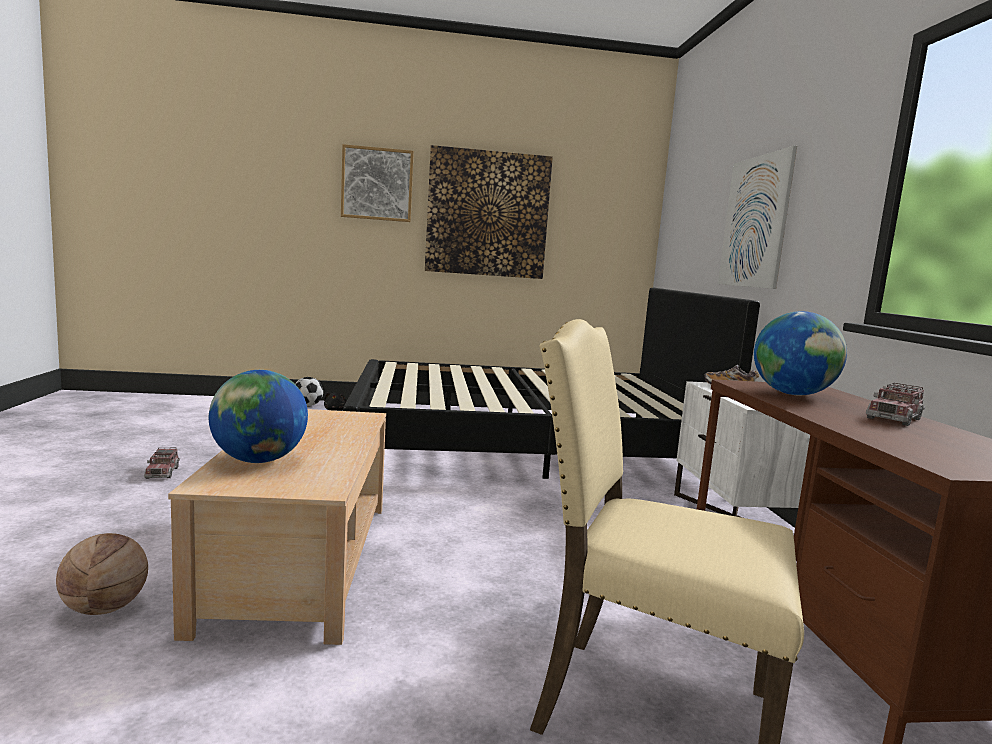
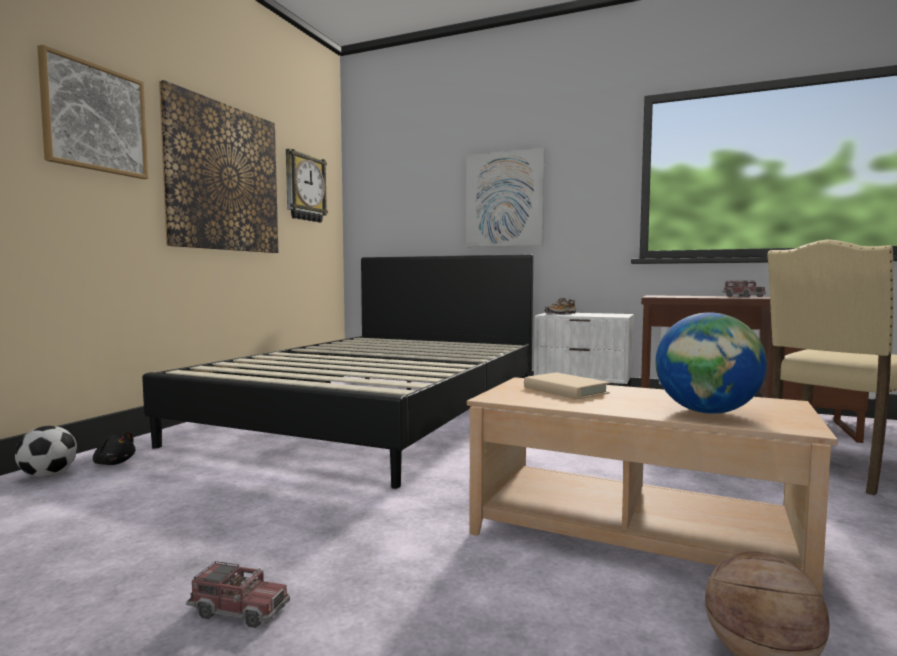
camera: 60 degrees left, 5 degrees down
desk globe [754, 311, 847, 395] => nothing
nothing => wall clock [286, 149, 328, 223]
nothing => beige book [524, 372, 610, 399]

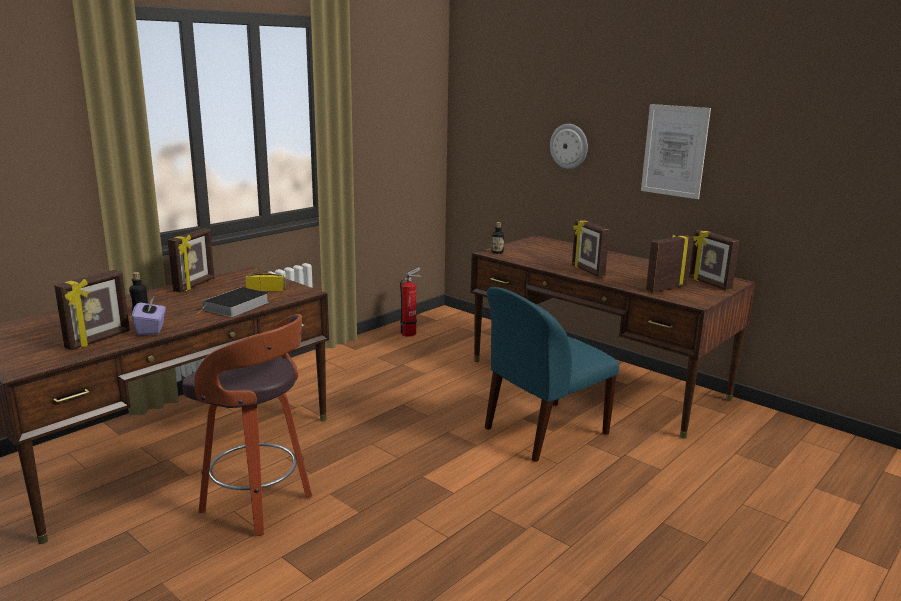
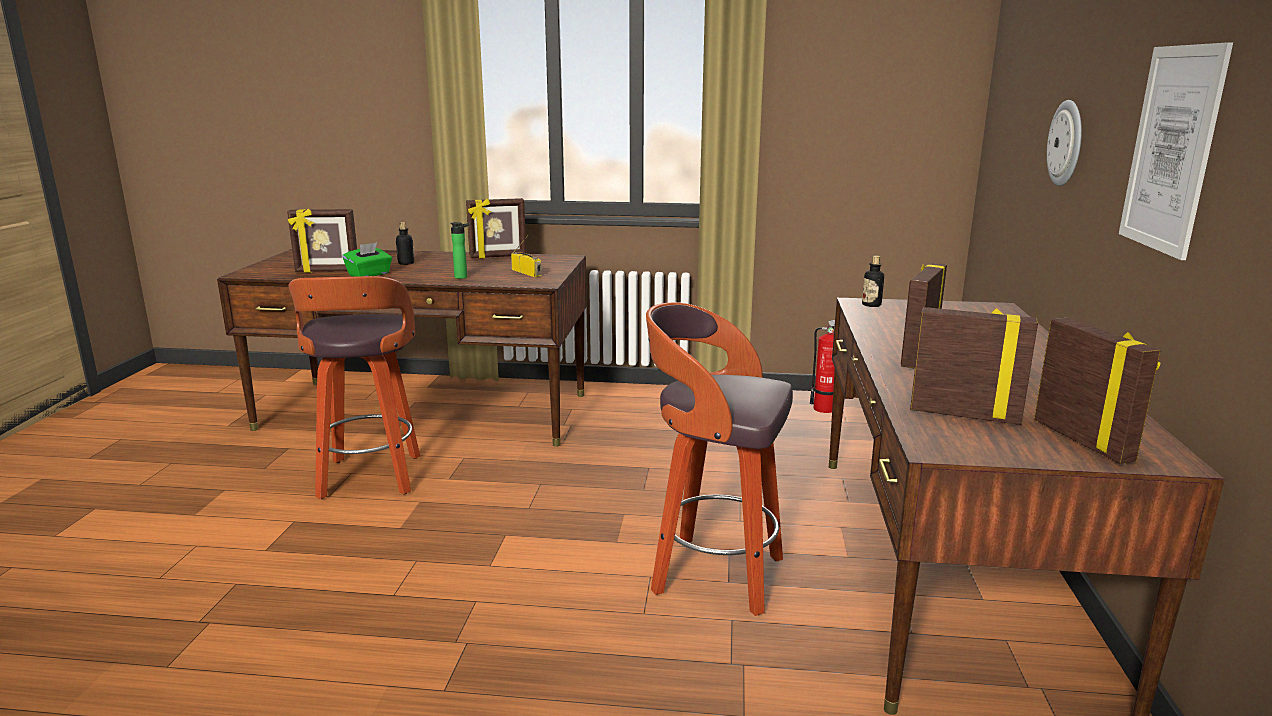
camera: 55 degrees right, 0 degrees up
standing frame [689, 230, 739, 290] => standing frame [1034, 318, 1160, 464], 135 degrees clockwise
book [198, 287, 269, 317] => bottle [450, 222, 469, 279]
blue upright chair [485, 287, 619, 462] => stool seat [646, 302, 793, 616]
purple-coloured box of tissues [132, 297, 166, 336] => green box of tissues [342, 242, 392, 277]

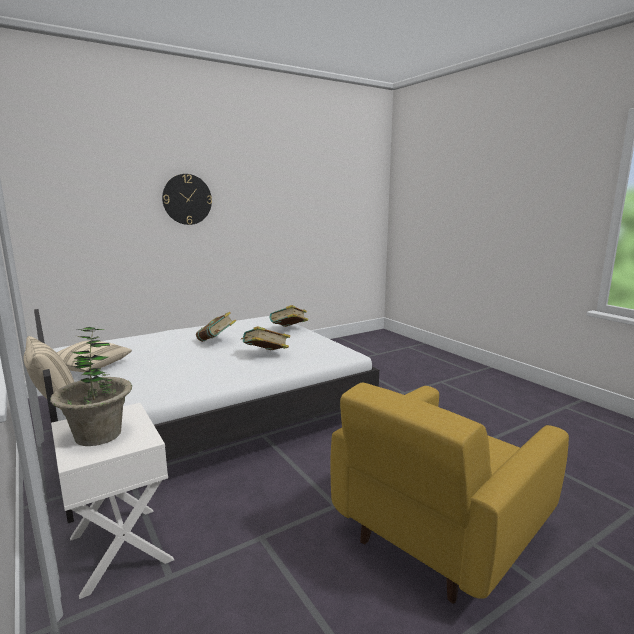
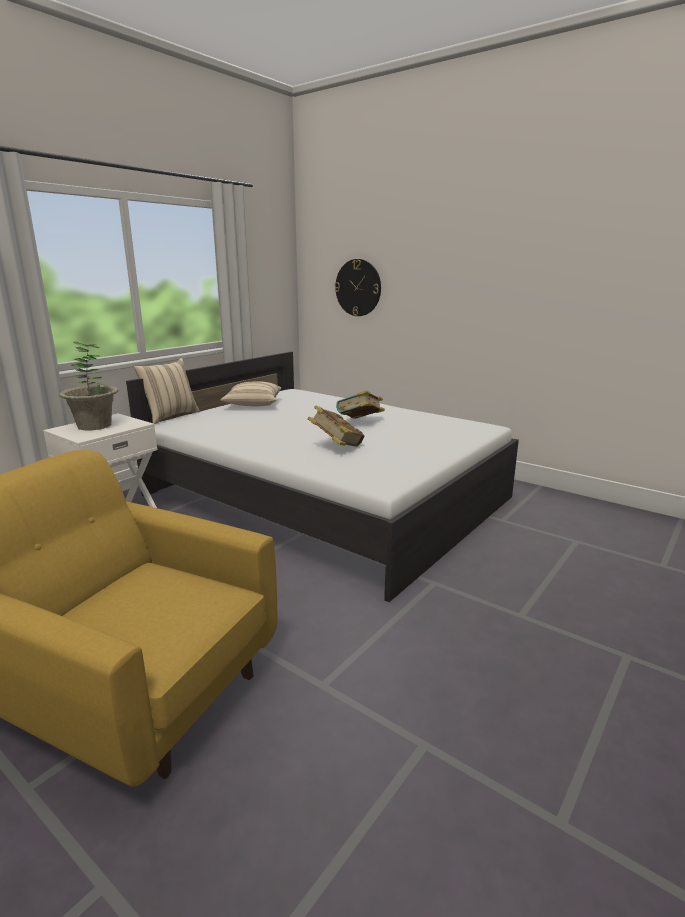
camera: 70 degrees right, 5 degrees up
wall clock [162, 174, 212, 225] => wall clock [335, 259, 381, 316], move
book [270, 305, 308, 327] => nothing

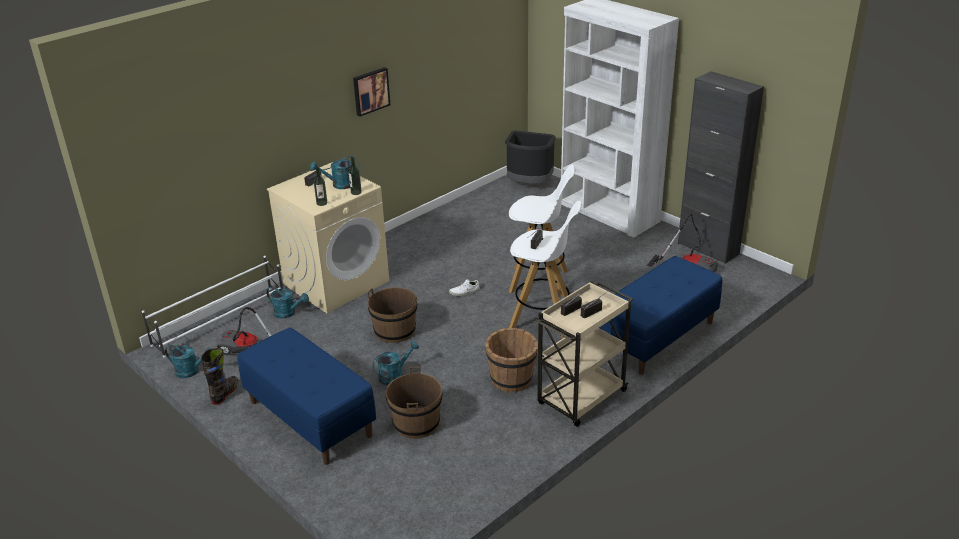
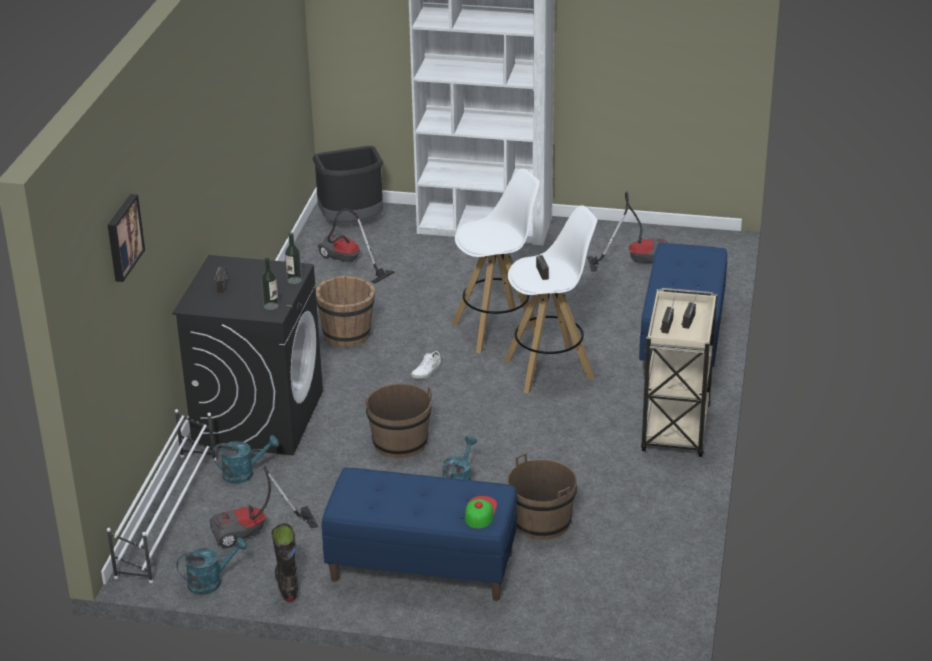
camera: 35 degrees left, 0 degrees up
wall art [353, 67, 390, 116] => wall art [108, 194, 145, 282], move
blackish storage cabinet [678, 71, 764, 264] => nothing
turquoise-coloured watering can [310, 156, 358, 189] => nothing
beige washing machine [267, 162, 389, 313] => blackish washing machine [172, 255, 323, 455]
brown-coloured pail [485, 328, 538, 393] => brown-coloured pail [316, 276, 375, 347], move
nothing => vacuum [317, 208, 395, 284]
nothing => baseball cap [465, 496, 497, 529]

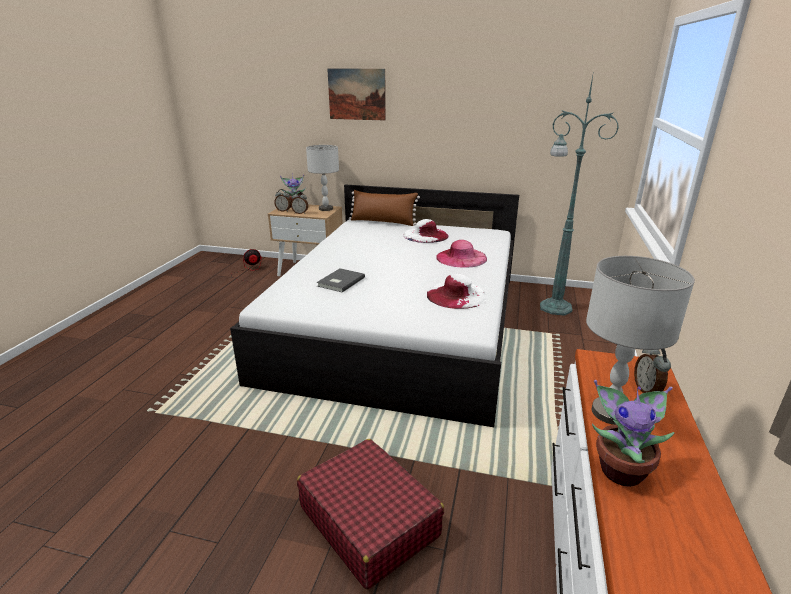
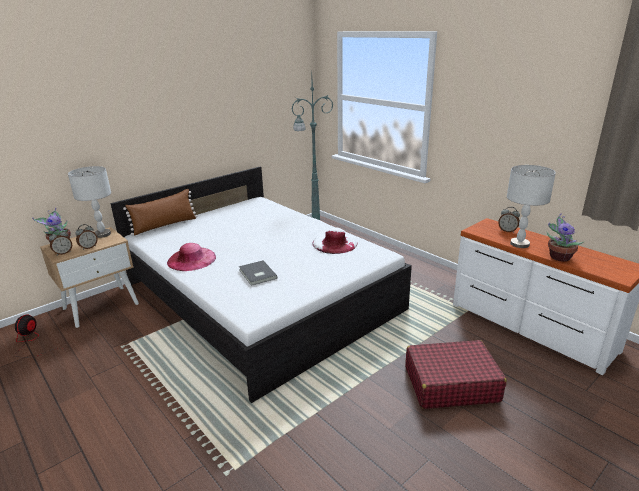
camera: 55 degrees left, 0 degrees up
wall art [327, 68, 386, 120] => nothing
white clothing hat [404, 219, 449, 243] => nothing
pink clothing hat [436, 240, 487, 268] => pink clothing hat [167, 243, 216, 271], move

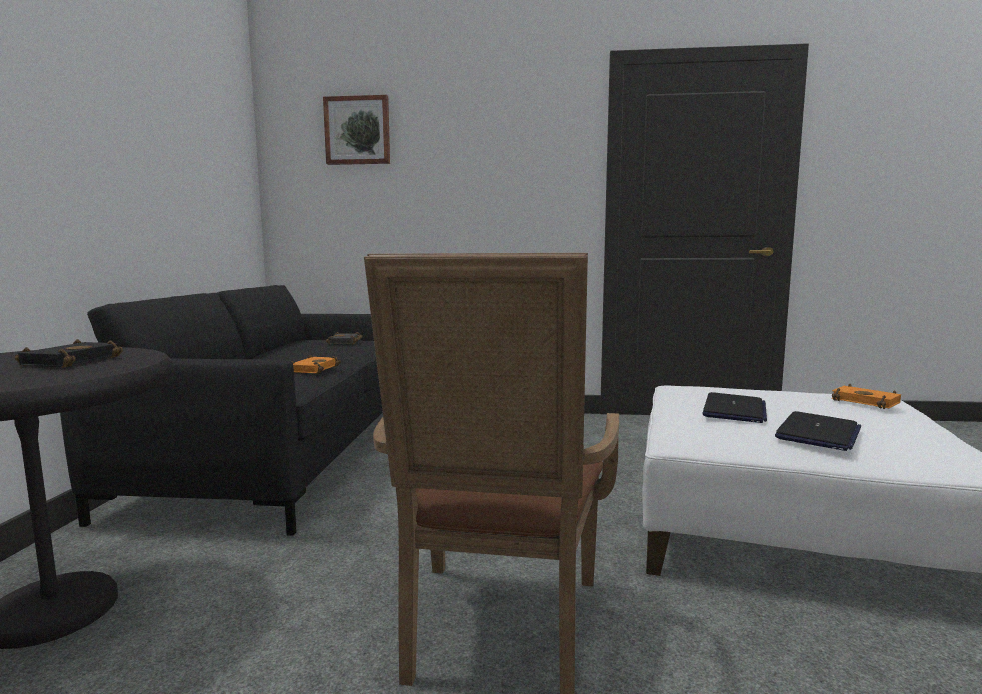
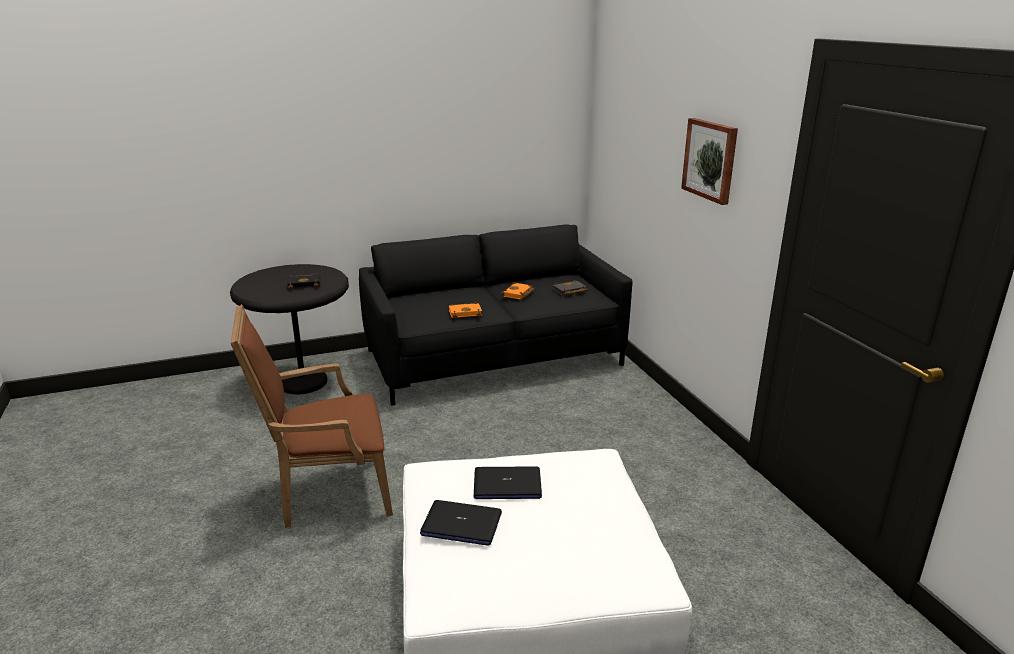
camera: 65 degrees right, 15 degrees up
wall art [323, 95, 390, 165] => wall art [681, 118, 738, 205], move
orange-coloured book [831, 384, 901, 409] => orange-coloured book [501, 282, 535, 300], move

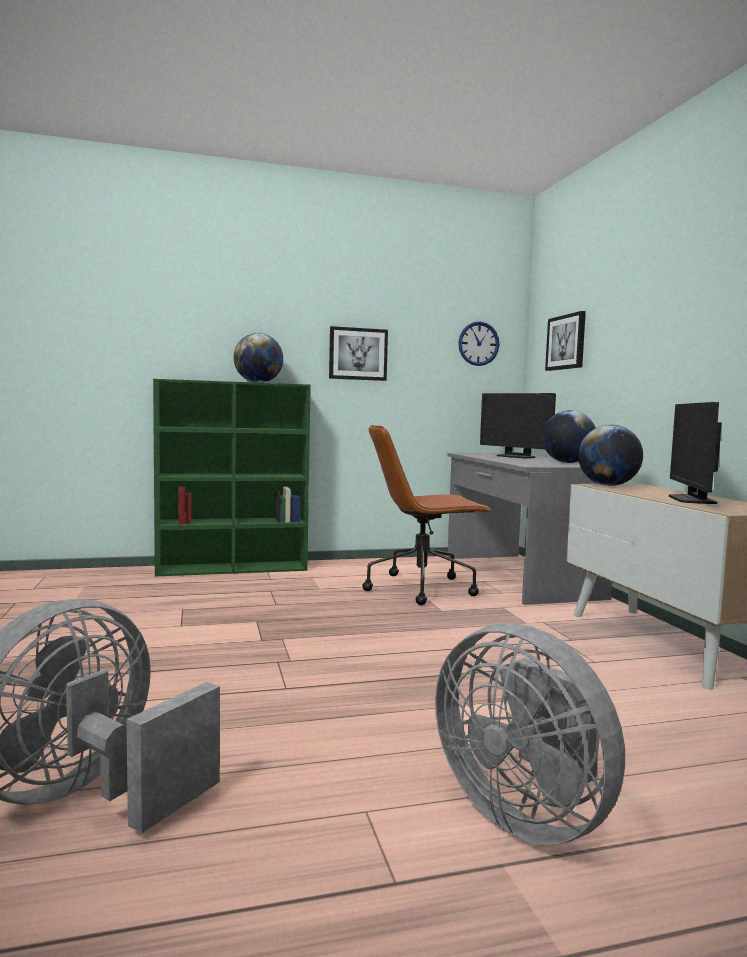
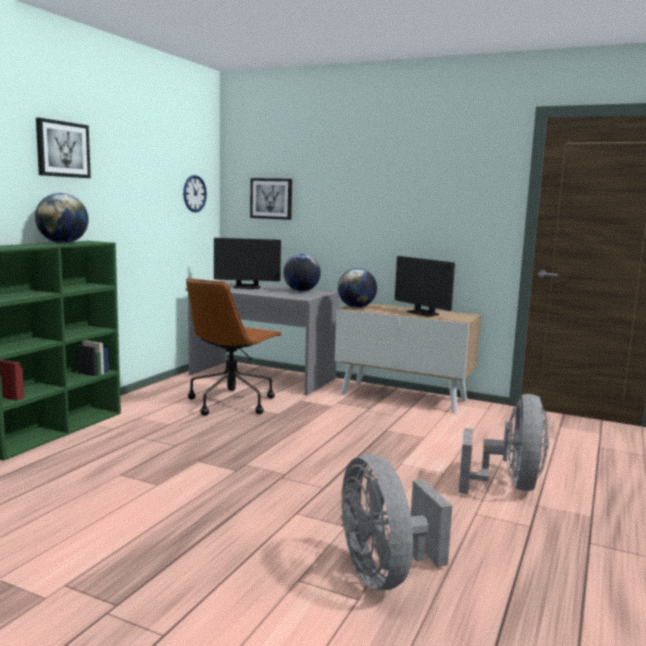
camera: 50 degrees left, 5 degrees up
wall art [329, 326, 388, 381] => wall art [36, 118, 91, 178], move
gray electric fan [435, 623, 625, 845] => gray electric fan [459, 394, 549, 494], 75 degrees counterclockwise

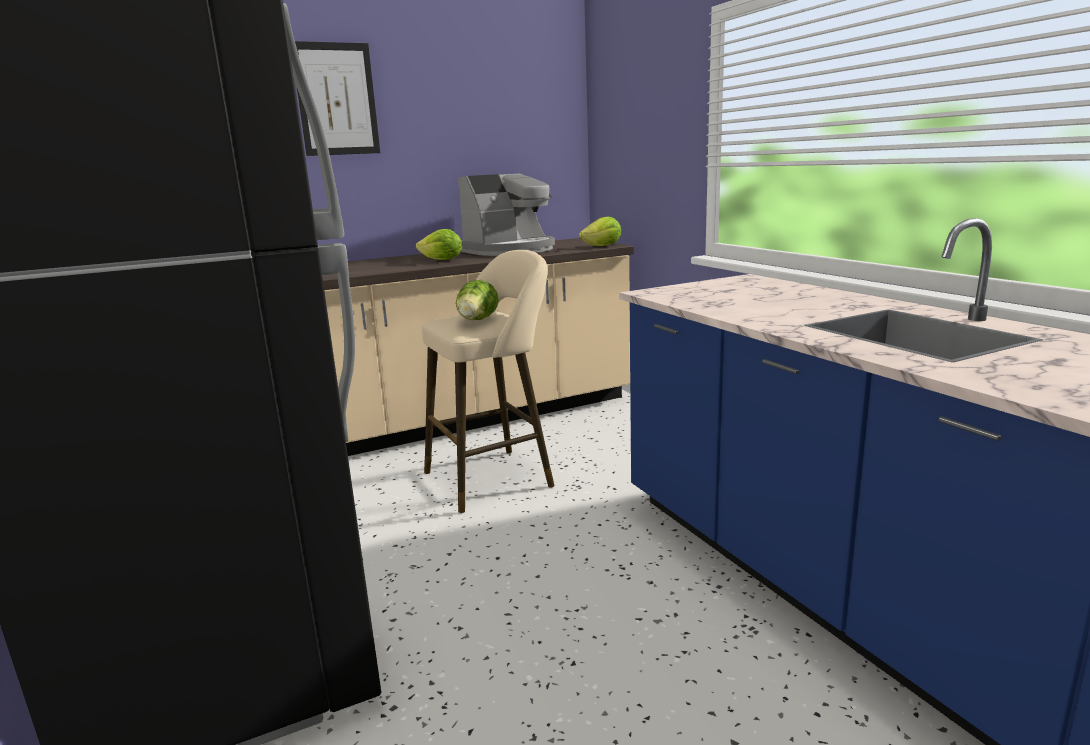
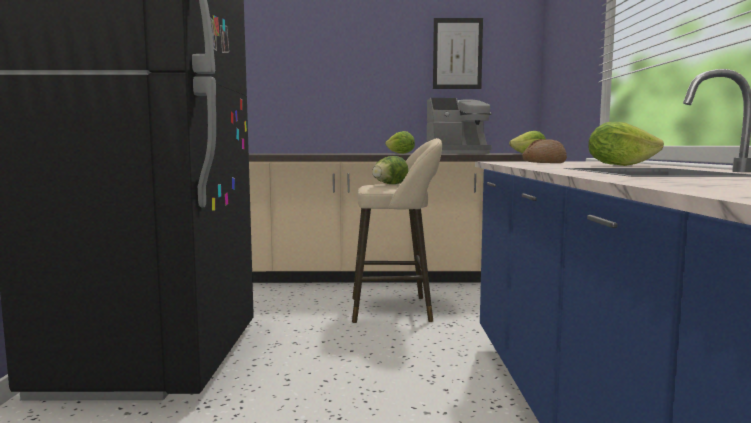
camera: 25 degrees right, 10 degrees down
wall art [295, 41, 380, 156] => wall art [433, 18, 483, 89], move
nothing => head of lettuce [588, 121, 664, 166]
nothing => baked bread [522, 139, 567, 163]

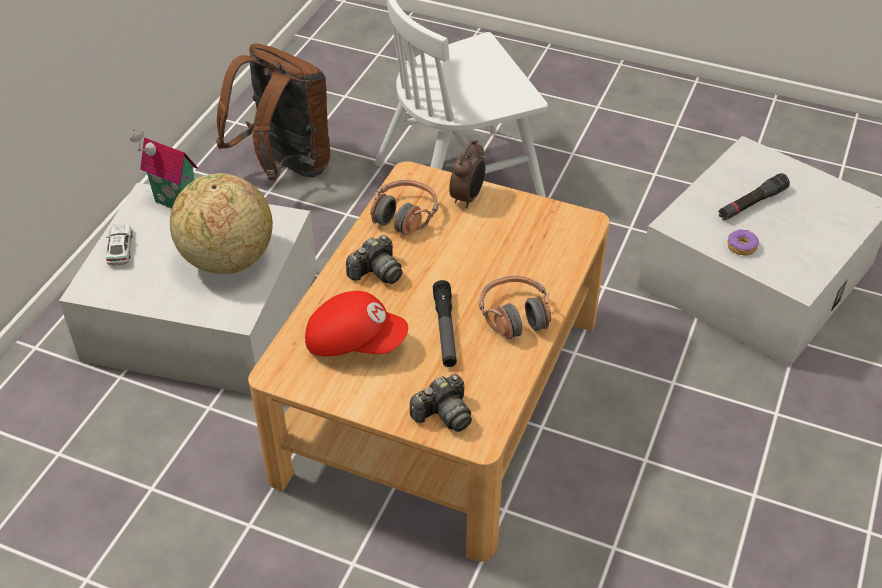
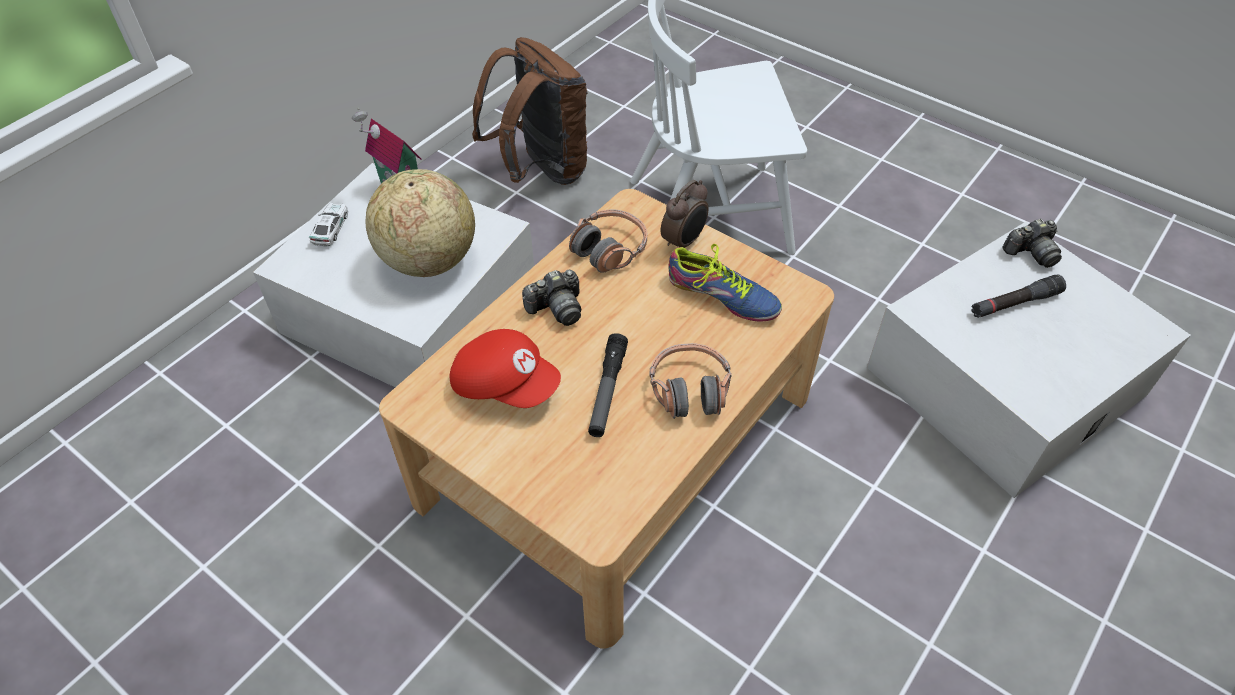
camera: 15 degrees right, 5 degrees up
ring doughnut [727, 229, 759, 256] => nothing
photo camera [410, 374, 472, 432] => photo camera [1002, 219, 1062, 268], move
nothing => shoe [669, 244, 782, 321]

